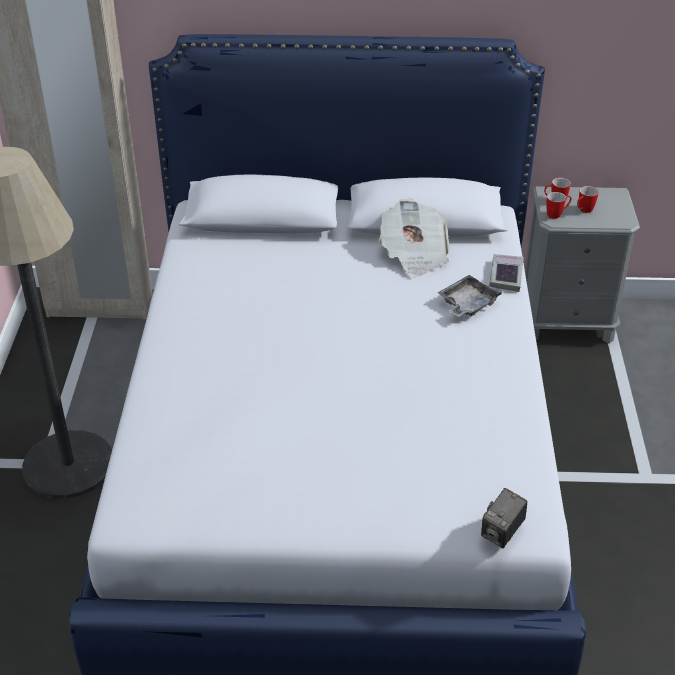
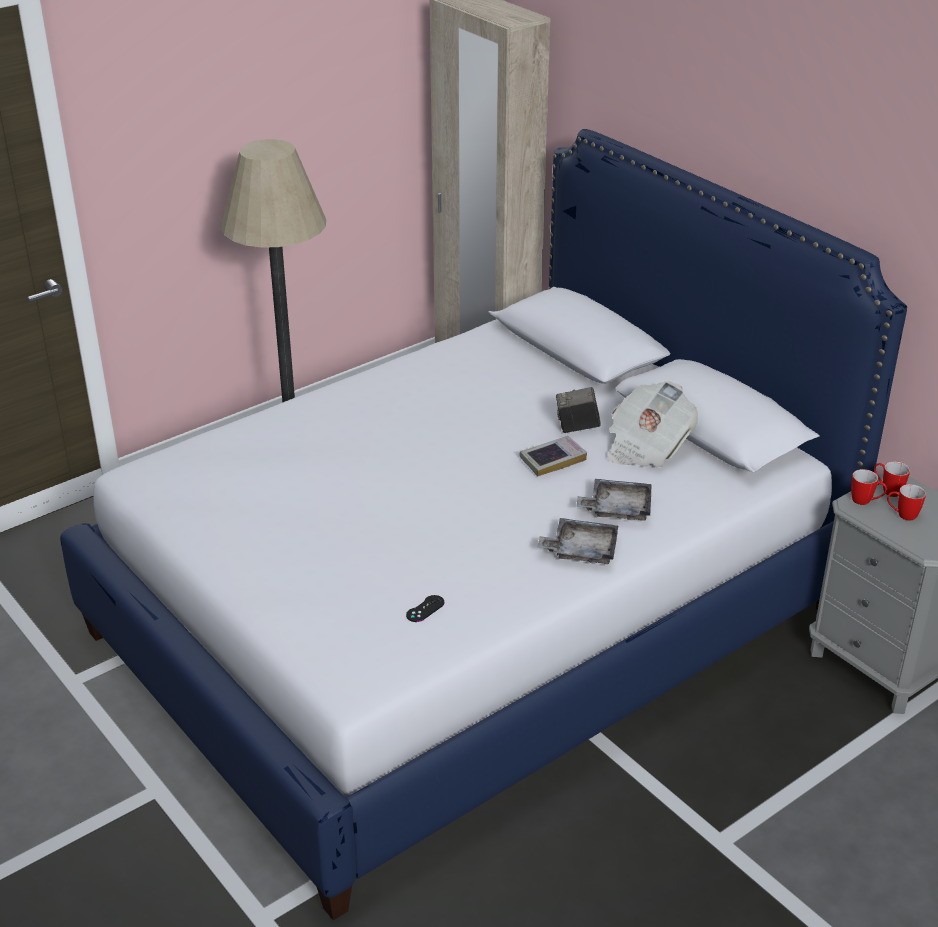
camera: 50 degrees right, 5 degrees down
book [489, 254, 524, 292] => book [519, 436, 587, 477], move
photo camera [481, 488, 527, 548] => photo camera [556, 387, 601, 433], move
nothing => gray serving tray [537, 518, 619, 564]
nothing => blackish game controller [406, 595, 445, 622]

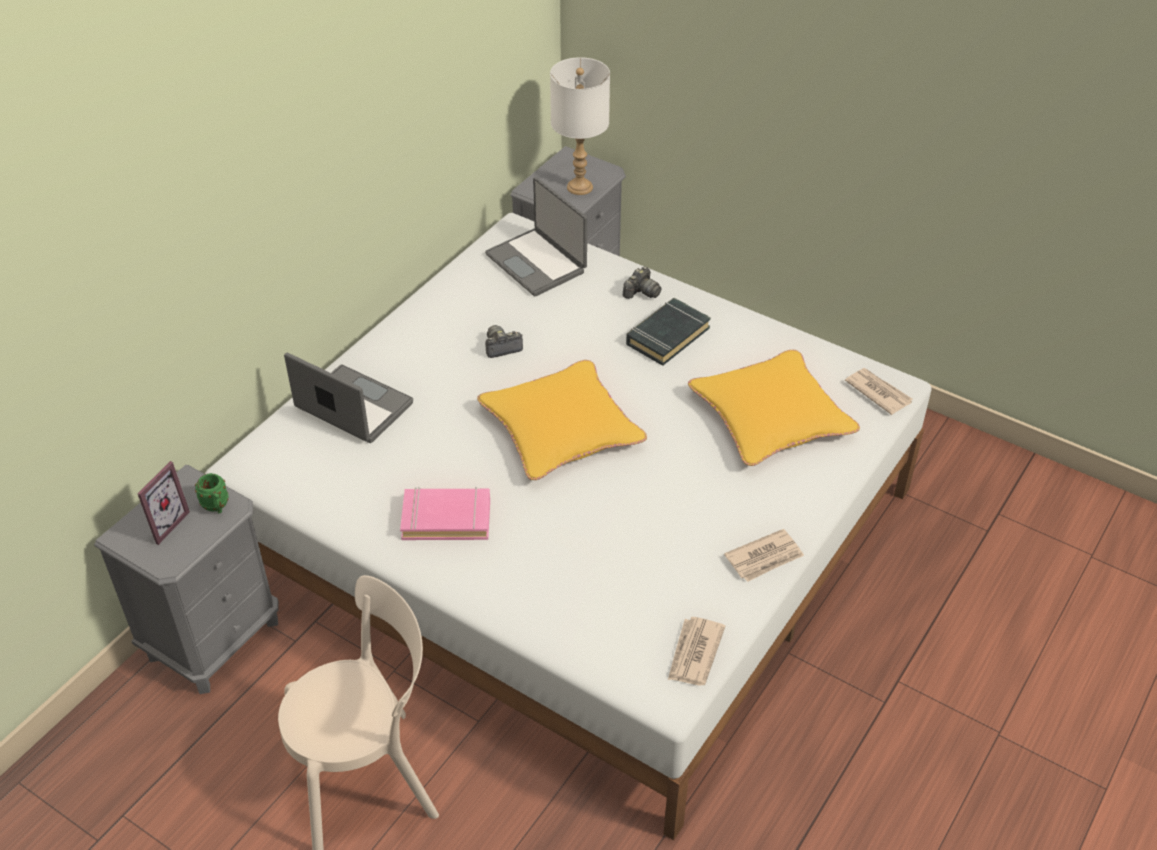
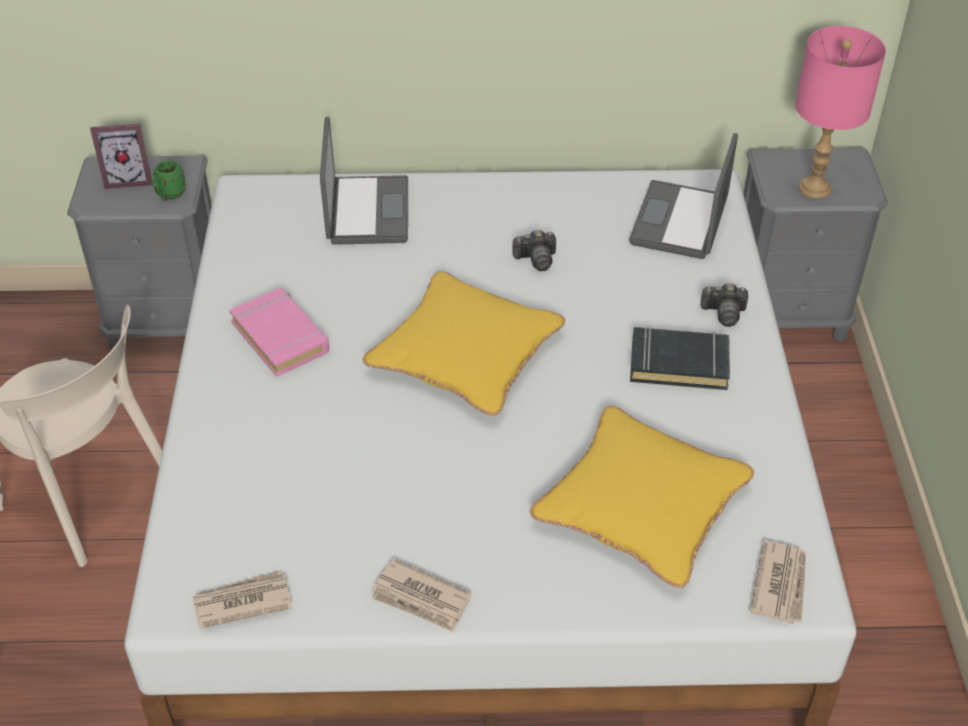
camera: 55 degrees right, 0 degrees up
white table lamp [550, 57, 610, 195] => pink table lamp [795, 26, 886, 198]
photo camera [485, 325, 523, 358] => photo camera [512, 230, 556, 271], 135 degrees clockwise

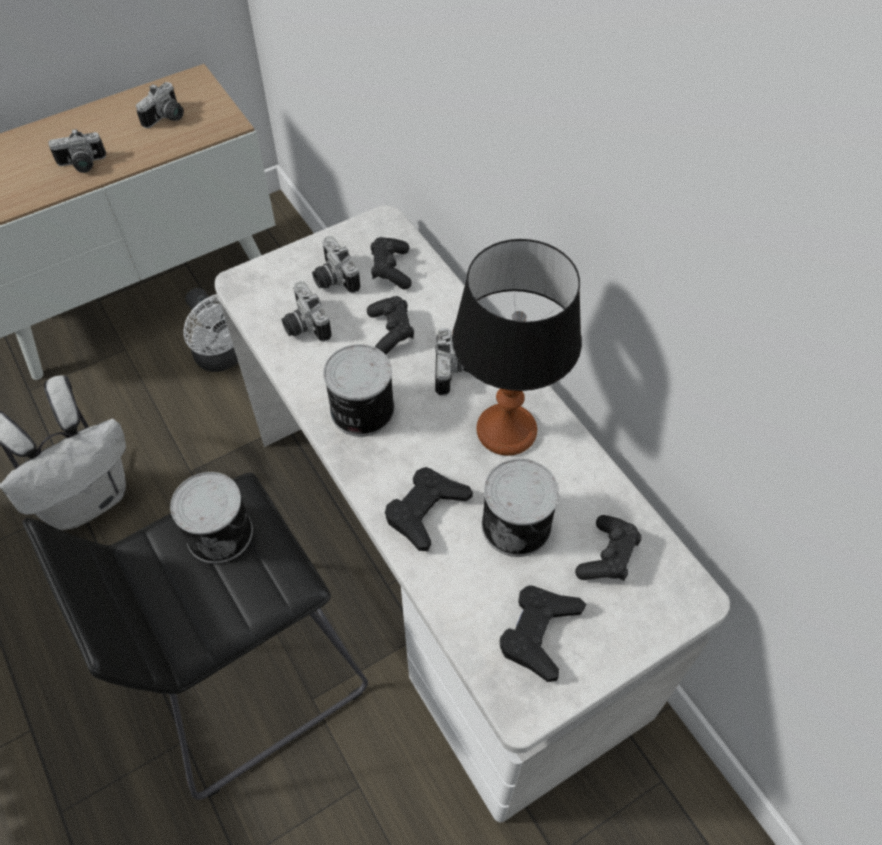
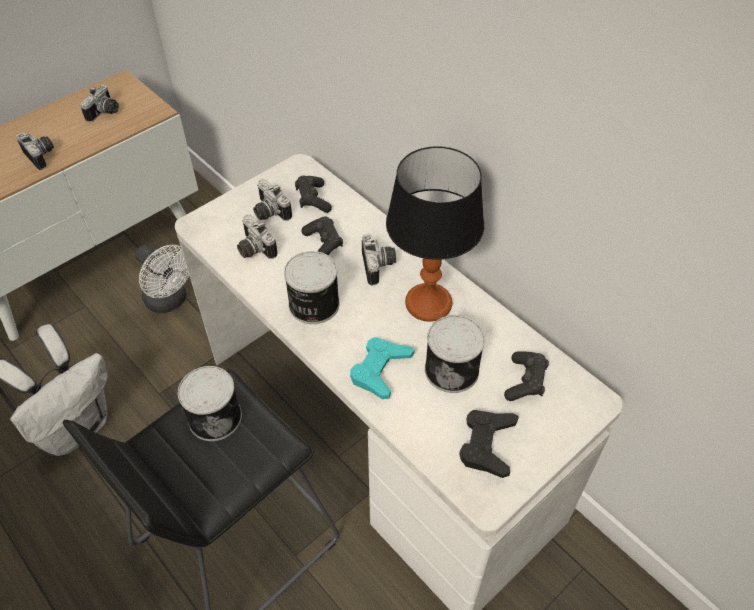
camera: 10 degrees left, 5 degrees down
photo camera [49, 129, 106, 173] => photo camera [16, 133, 54, 170], 105 degrees counterclockwise
blackish game controller [385, 467, 473, 551] => turquoise-coloured game controller [350, 337, 415, 399]

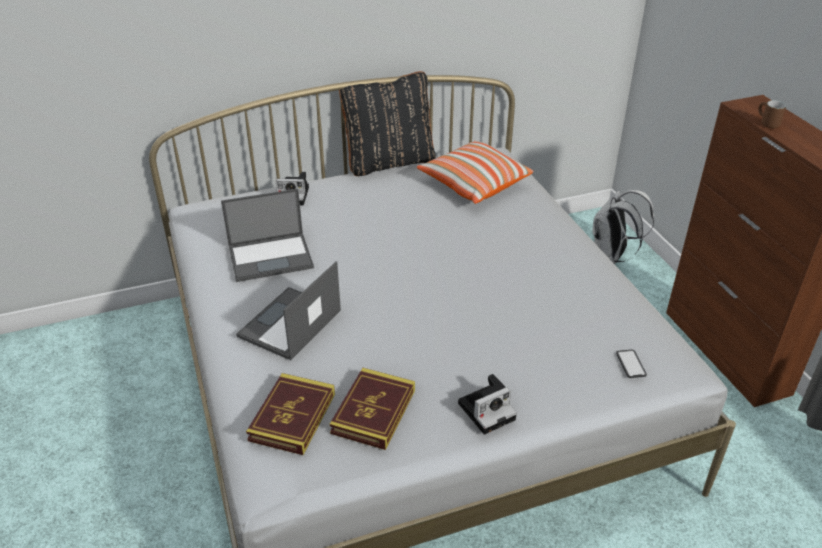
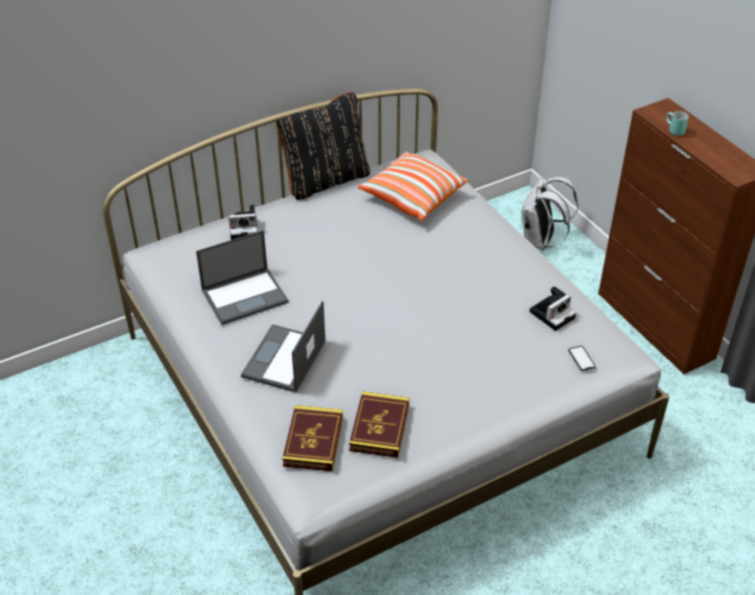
camera: 10 degrees left, 5 degrees up
brown-coloured coffee mug [758, 100, 786, 128] => turquoise-coloured coffee mug [666, 111, 689, 136]
photo camera [458, 374, 517, 435] => photo camera [530, 286, 576, 331], move

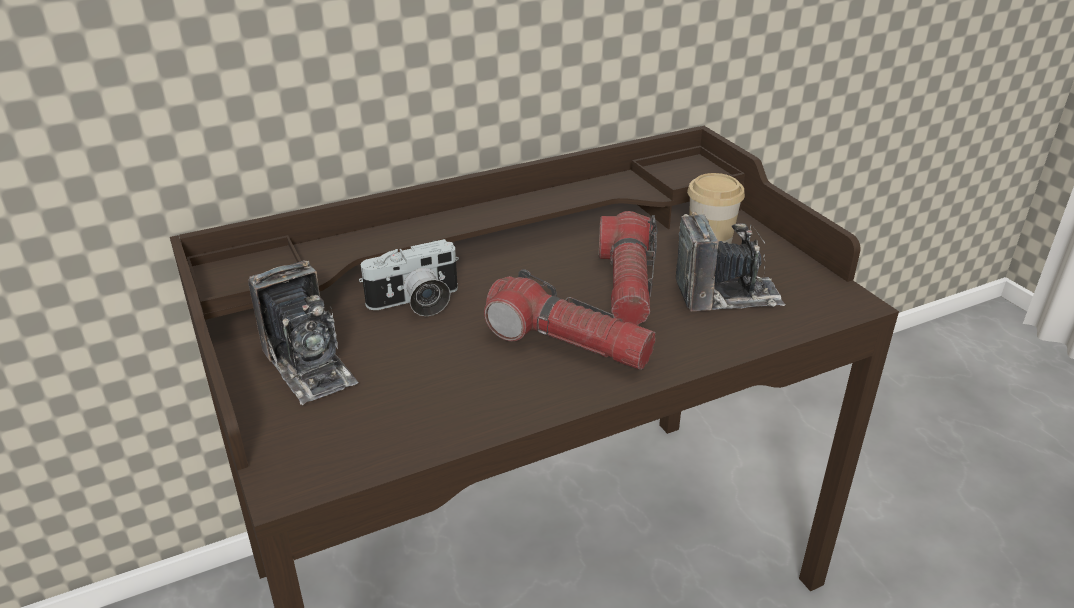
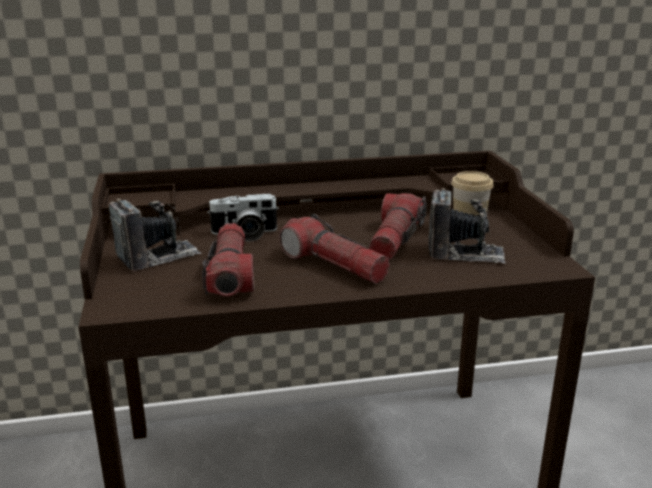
camera: 15 degrees right, 10 degrees down
photo camera [248, 260, 359, 405] => photo camera [109, 198, 201, 272], 105 degrees counterclockwise
nothing => flashlight [202, 223, 254, 297]

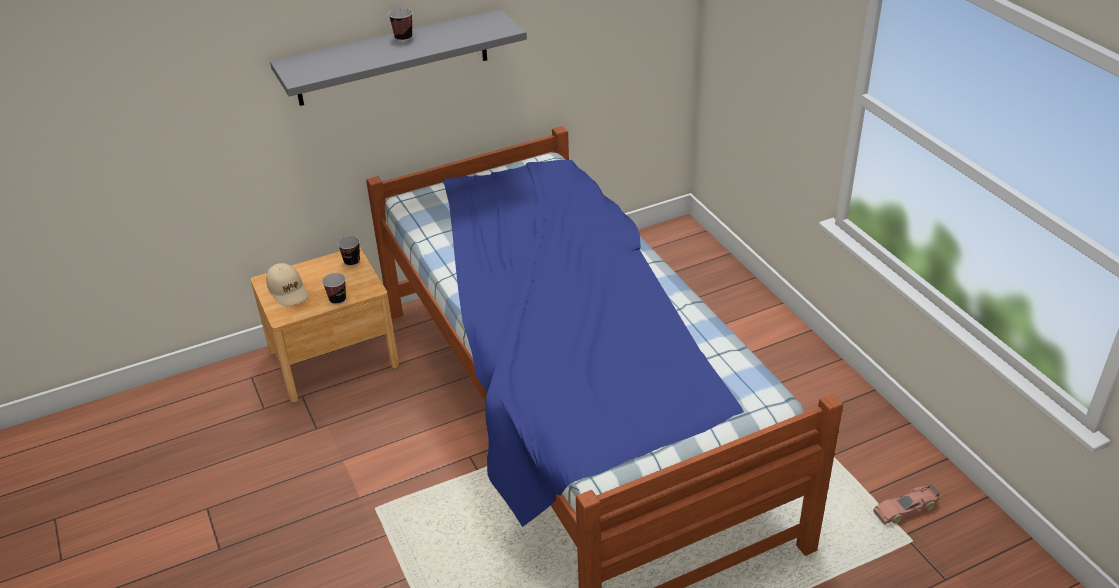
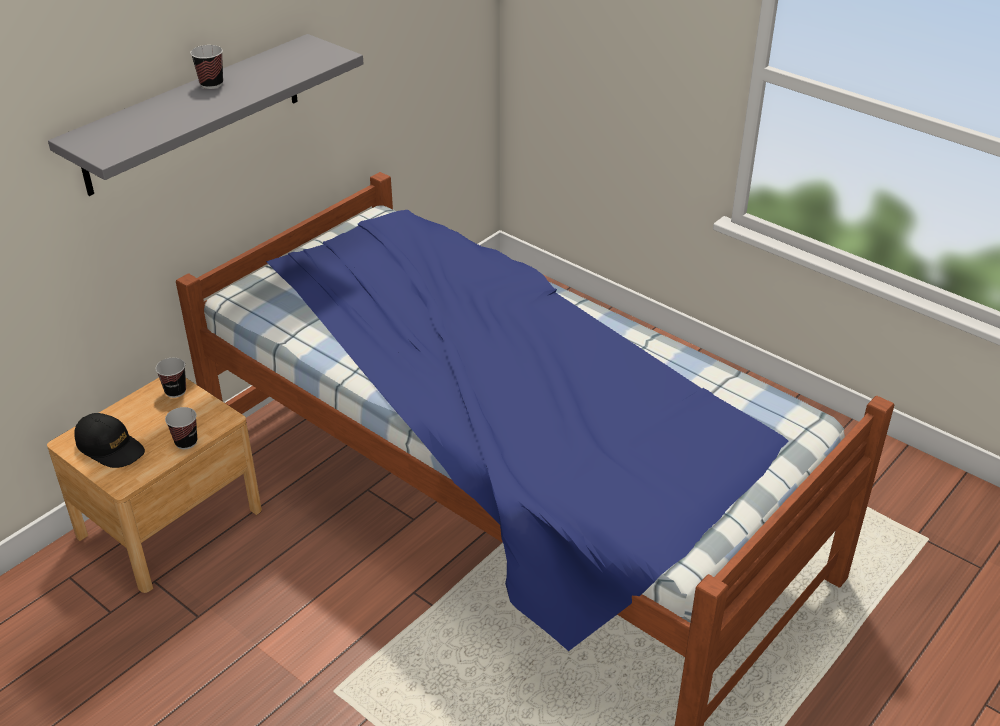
camera: 25 degrees left, 0 degrees up
beige baseball cap [266, 263, 309, 306] => blackish baseball cap [74, 413, 145, 468]
miniature car [873, 484, 940, 524] => nothing

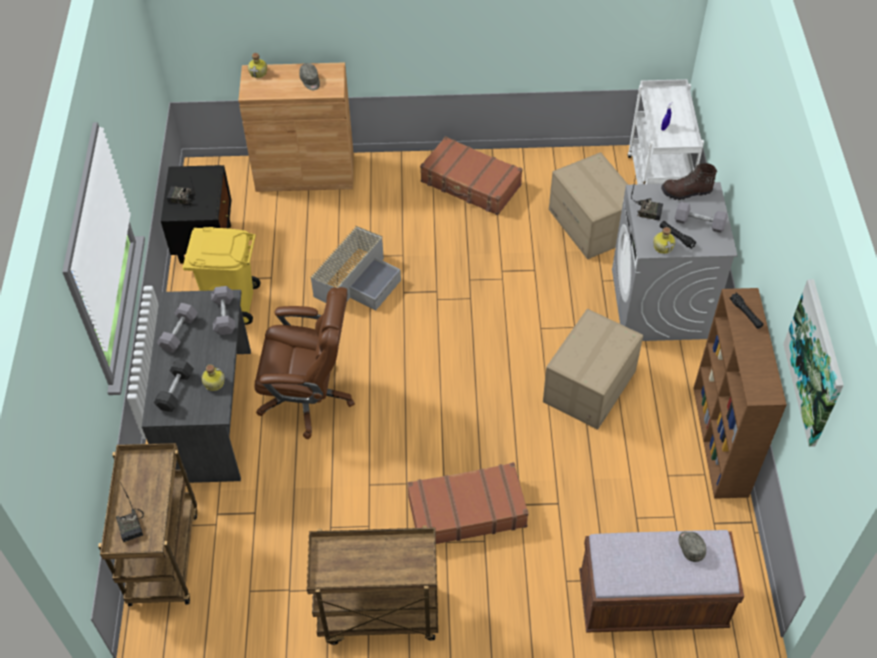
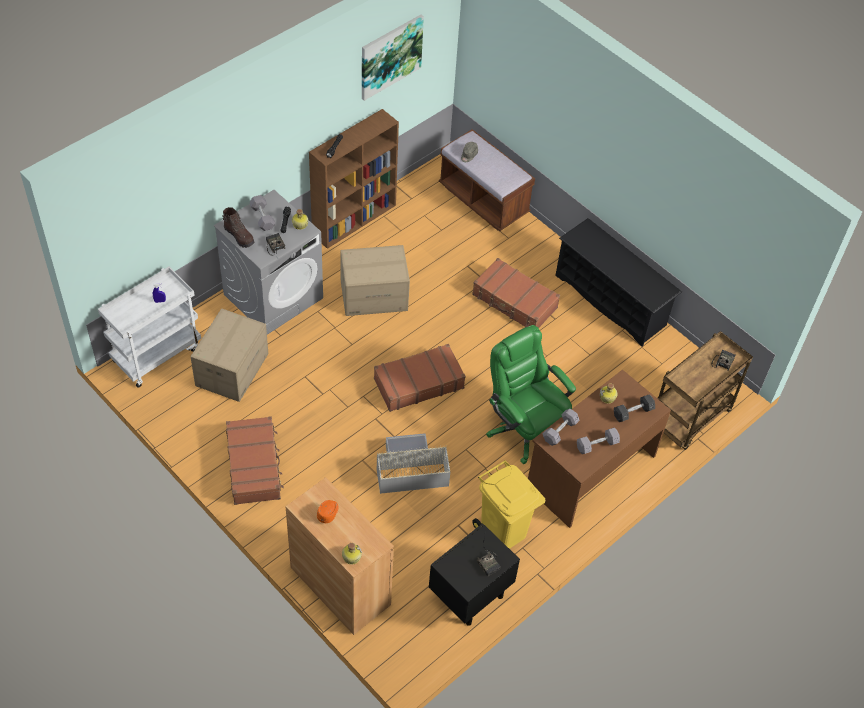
camera: 135 degrees left, 0 degrees up
gray baseball cap [299, 63, 320, 90] => orange-coloured baseball cap [317, 500, 338, 523]
brown-coloured office chair [254, 287, 355, 439] => green office chair [486, 325, 576, 464]
gray desk table [142, 290, 251, 483] => brown-coloured desk table [528, 369, 671, 528]
brown-coloured wheeled cart [307, 525, 438, 645] => blackish shoe shelf [555, 218, 682, 346]
nothing => brown-coloured piece of luggage [374, 344, 466, 412]

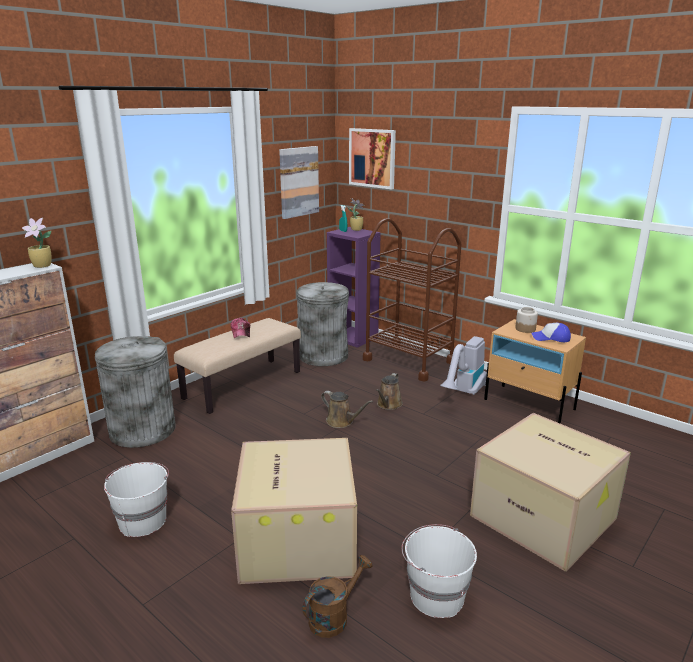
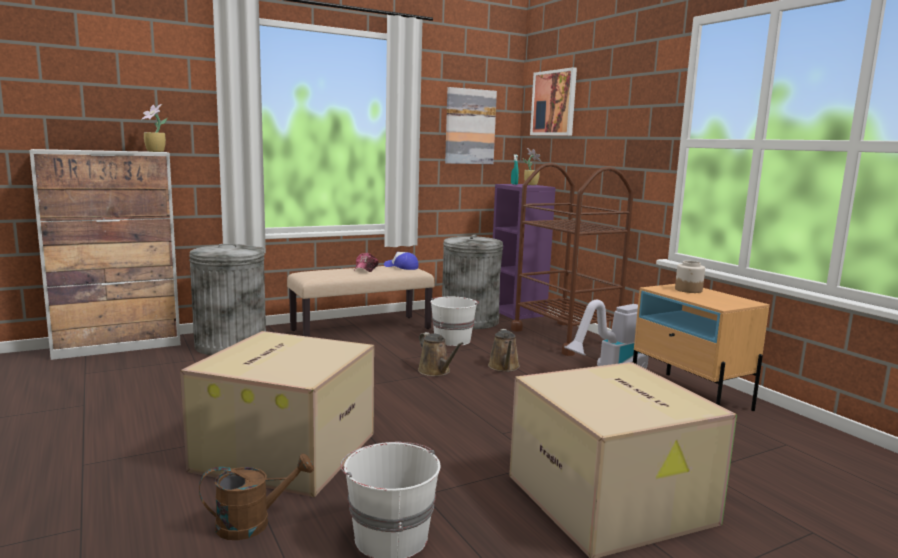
camera: 20 degrees right, 10 degrees down
baseball cap [532, 323, 571, 342] => baseball cap [384, 252, 418, 270], move
brown-coloured watering can [376, 373, 403, 410] => brown-coloured watering can [488, 329, 520, 372], 45 degrees counterclockwise
white pail [104, 462, 169, 537] => white pail [430, 297, 479, 346], move

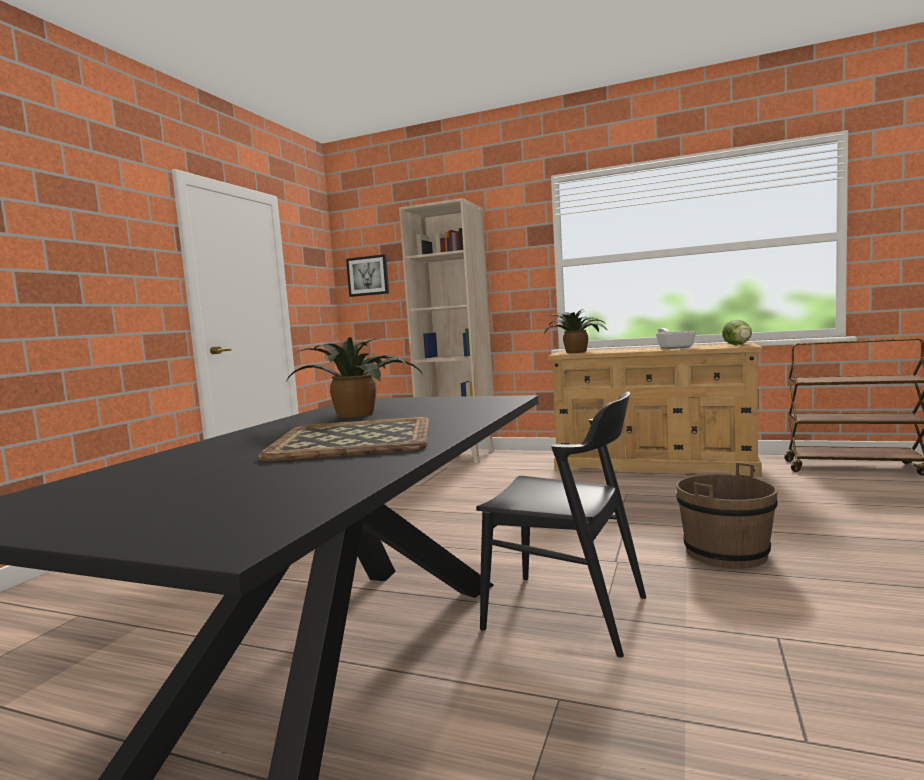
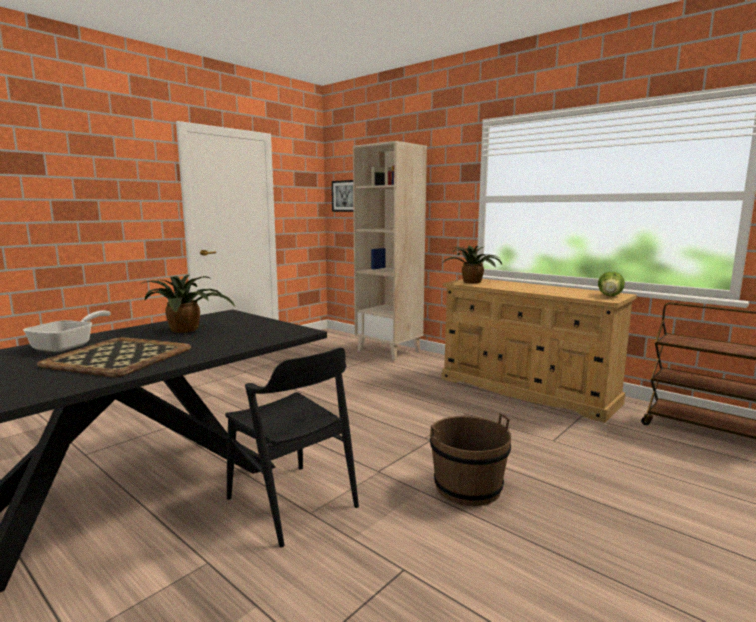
camera: 20 degrees right, 5 degrees up
pan [655, 328, 697, 349] => pan [23, 311, 111, 352], move

